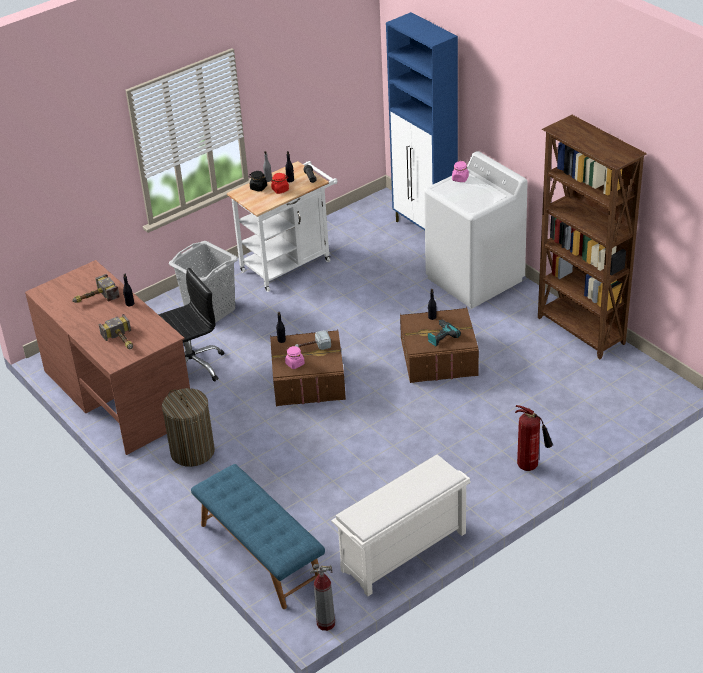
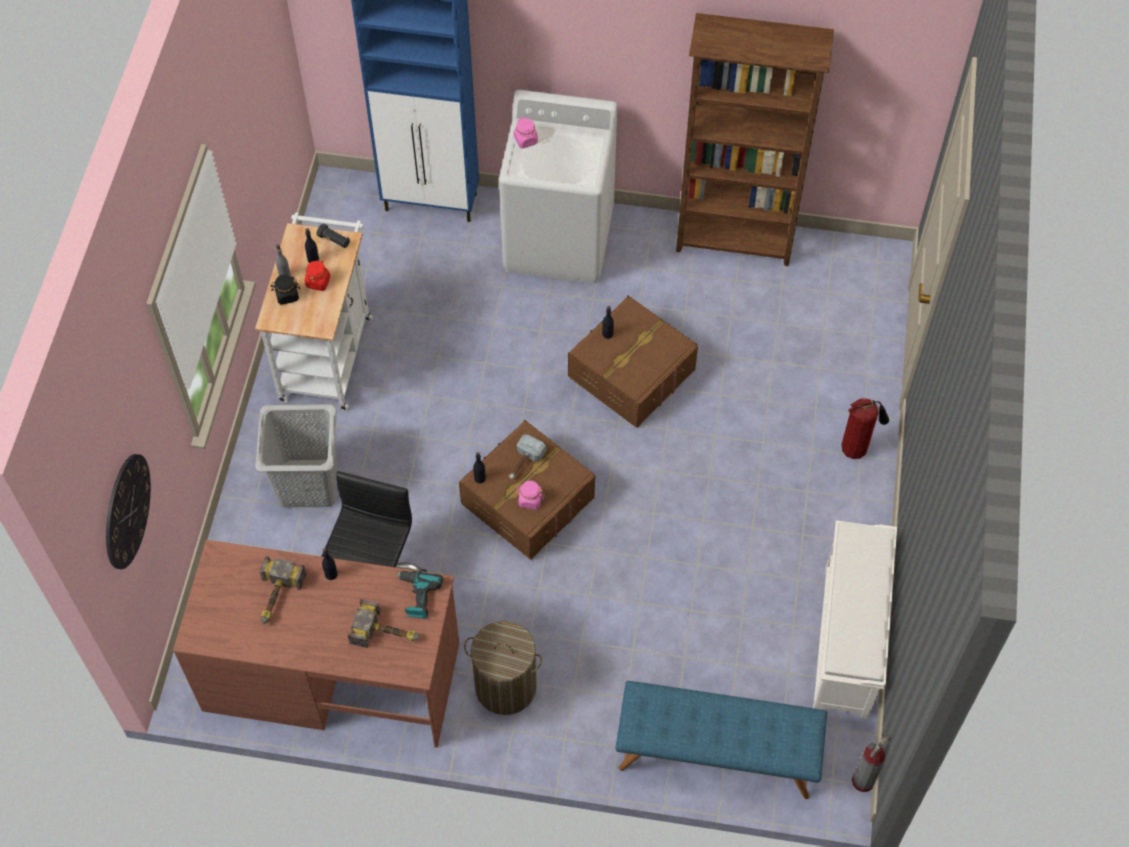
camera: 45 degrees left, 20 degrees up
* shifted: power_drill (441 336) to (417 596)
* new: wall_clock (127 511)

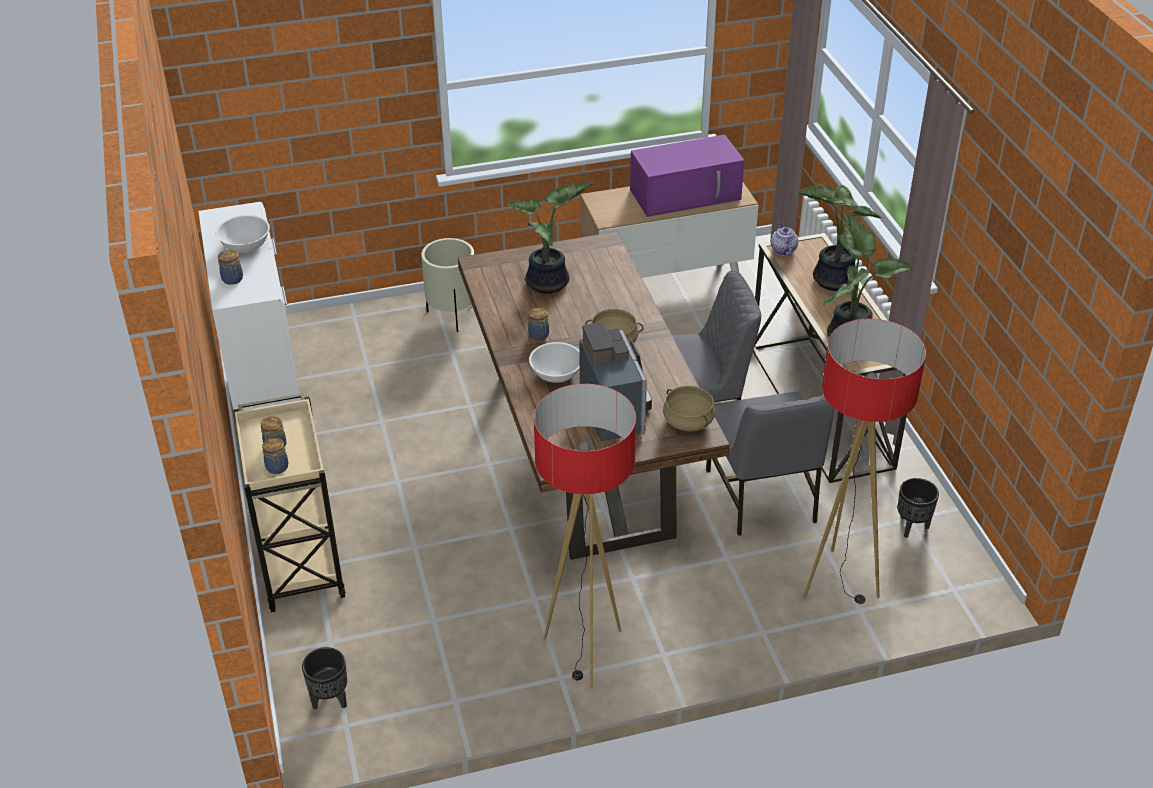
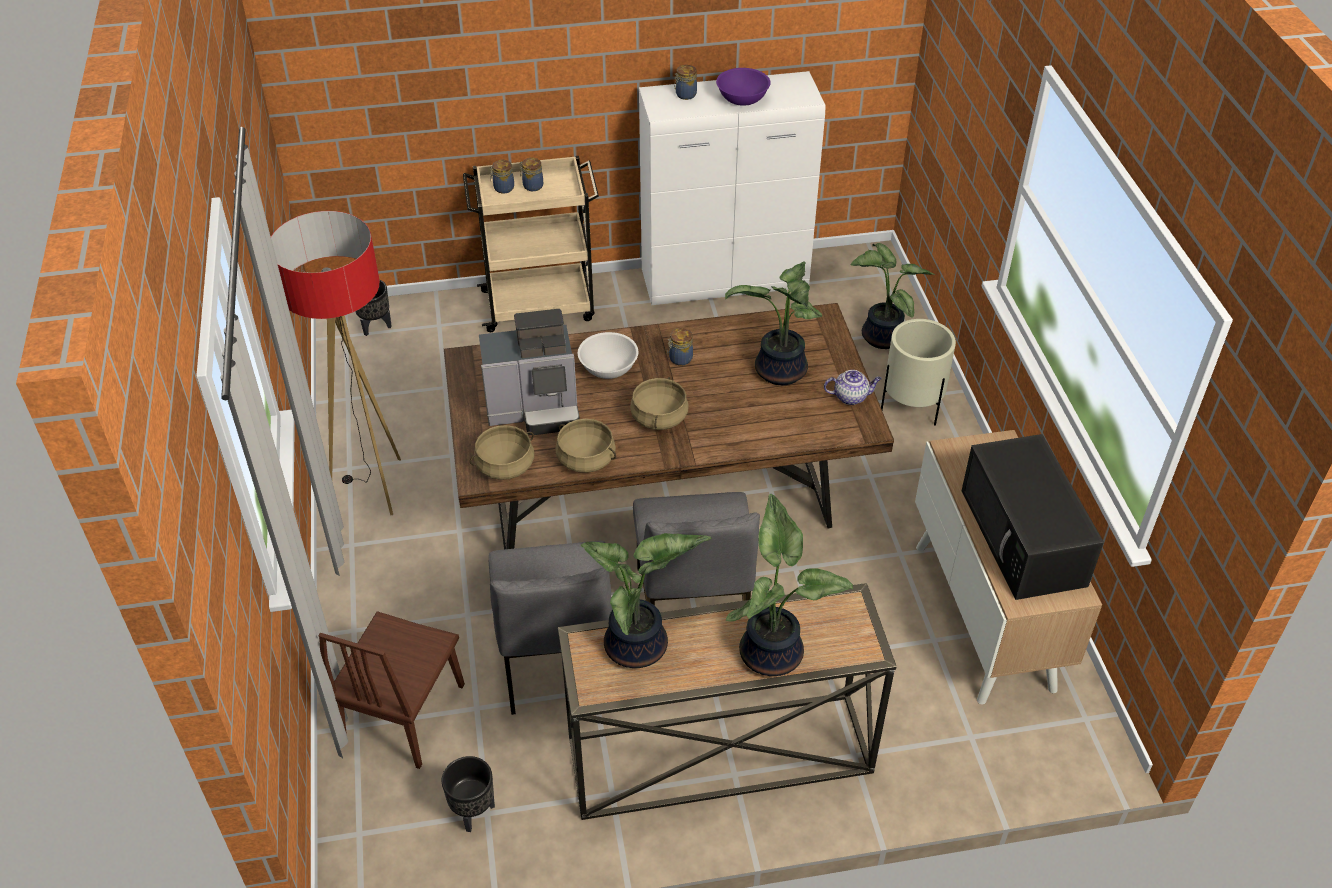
camera: 95 degrees right, 5 degrees up
* repainted: white_bowl (245 246) to purple_bowl (742 99)
* repainted: purple_microwave (686 194) to black_microwave (1024 539)
* rotated: grey_chair (762 497) = (557 662) 90 degrees counterclockwise
* shifted: teapot (783 250) to (851 397)
* swapped: floor_lamp (838 582) to brown_chair (404 713)
* new: beige_cooking_pot (586 459)
* new: potted_plant (879 336)

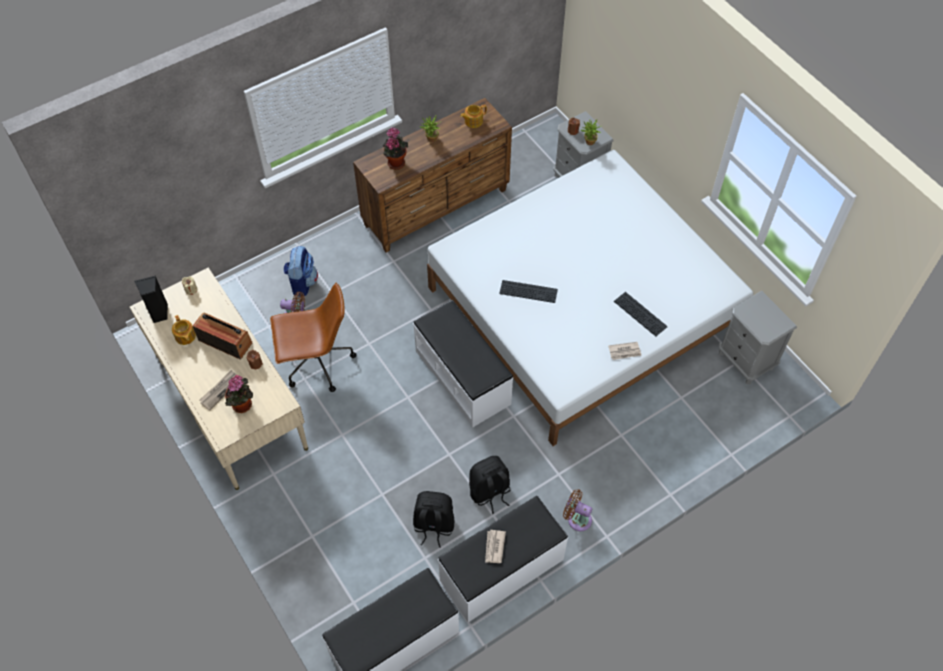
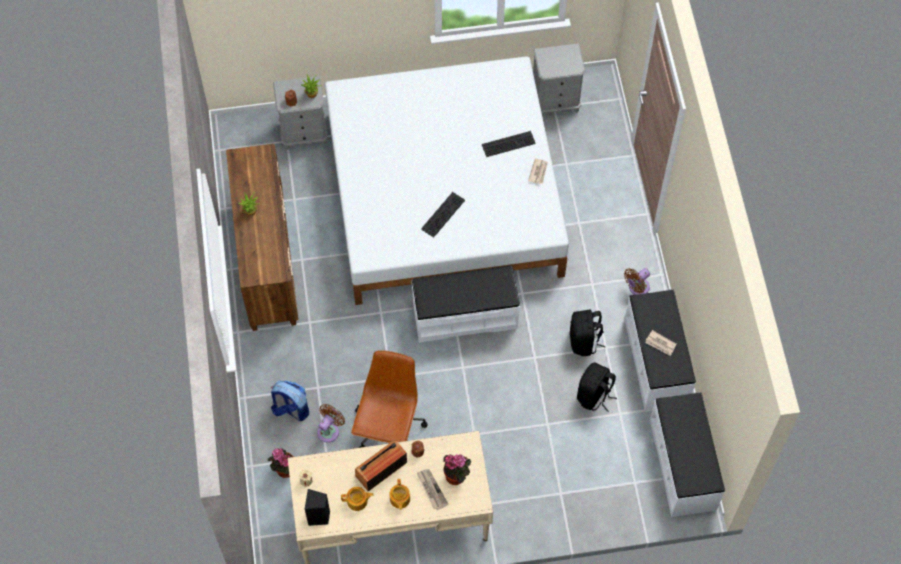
camera: 65 degrees left, 5 degrees up
* shifted: potted_plant (395 162) to (283 469)
* shifted: teapot (473 121) to (399 499)

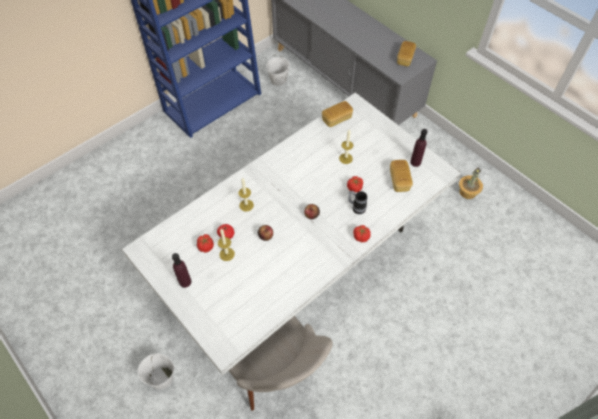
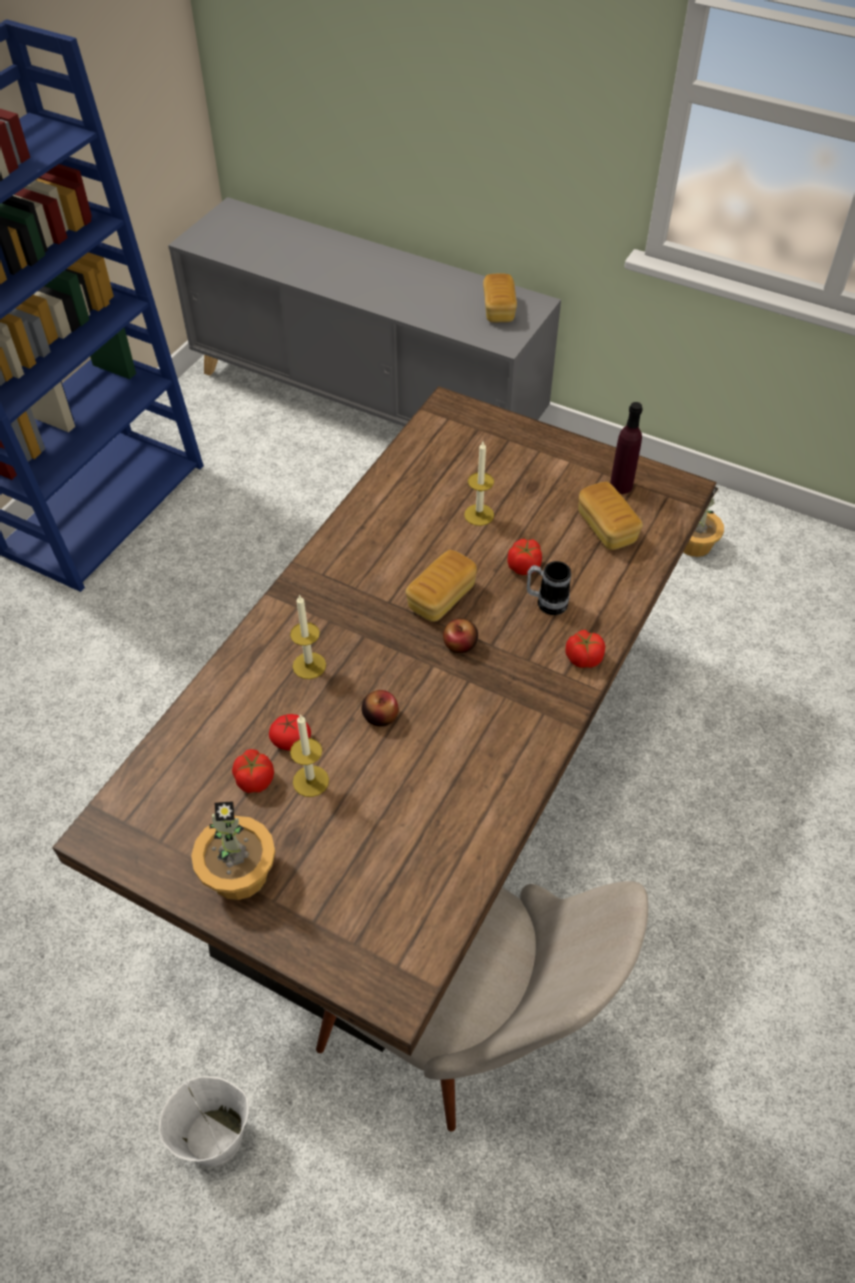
camera: 20 degrees left, 5 degrees down
* repainted: white_dining_table (299 267) to brown_dining_table (427 787)
* swapped: purple_bottle (185 282) to potted_plant (239 872)
* gone: white_bucket (278 80)
* shifted: bread (336 119) to (441 597)

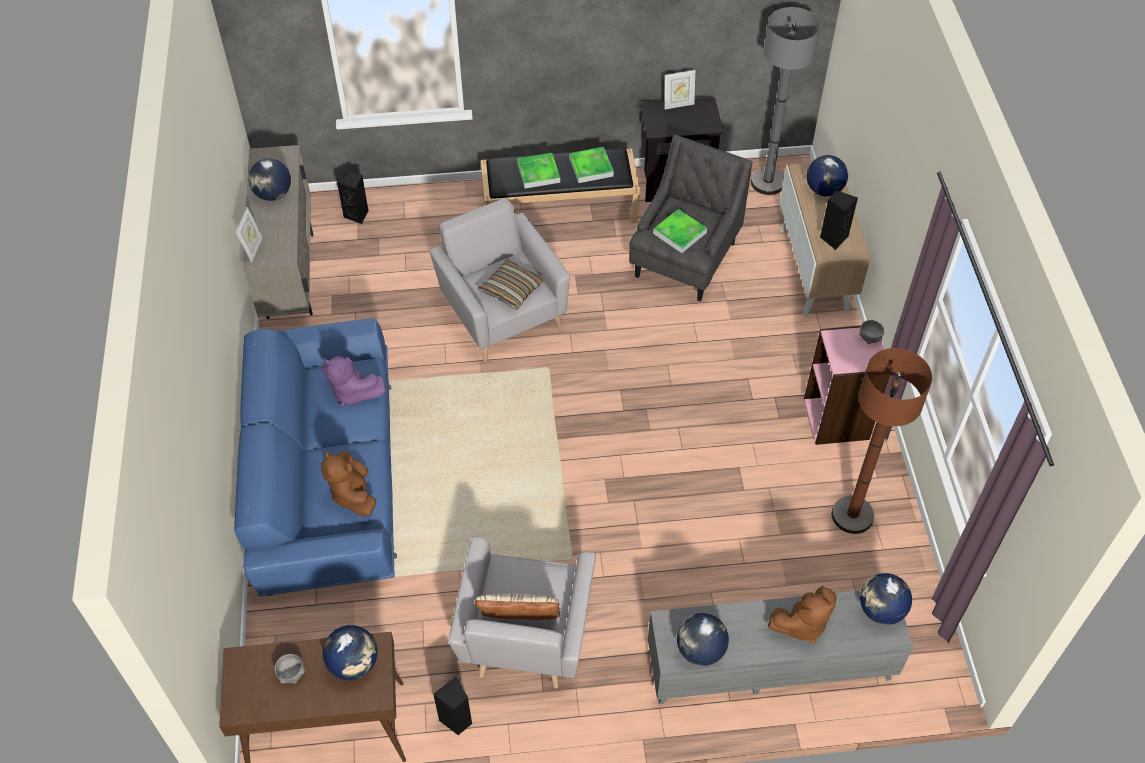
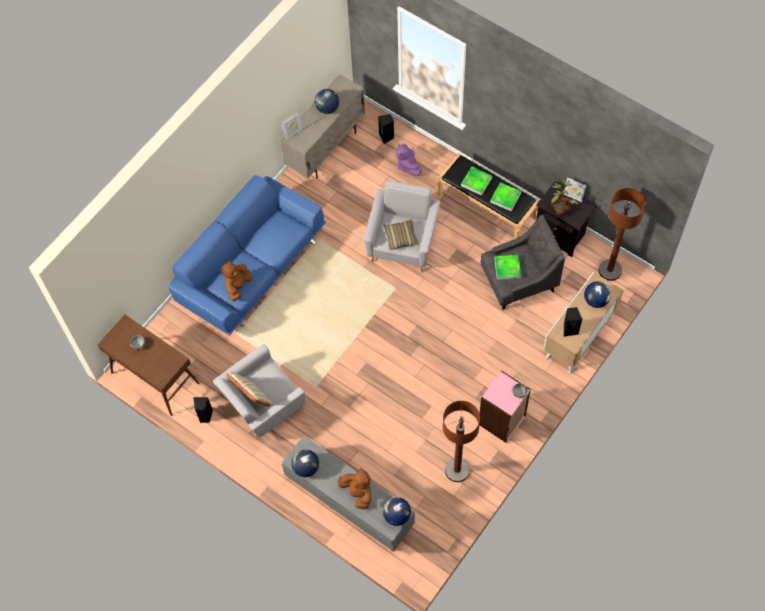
camera: 45 degrees right, 10 degrees up
* shifted: purple_plush_toy (352 392) to (408 165)
* gone: globe (354 664)
* repainted: grey_floor_lamp (767 182) to brown_floor_lamp (610 270)
* rotated: brown_plush_toy (802 624) = (358 493) 150 degrees counterclockwise
* new: potted_plant (560 209)

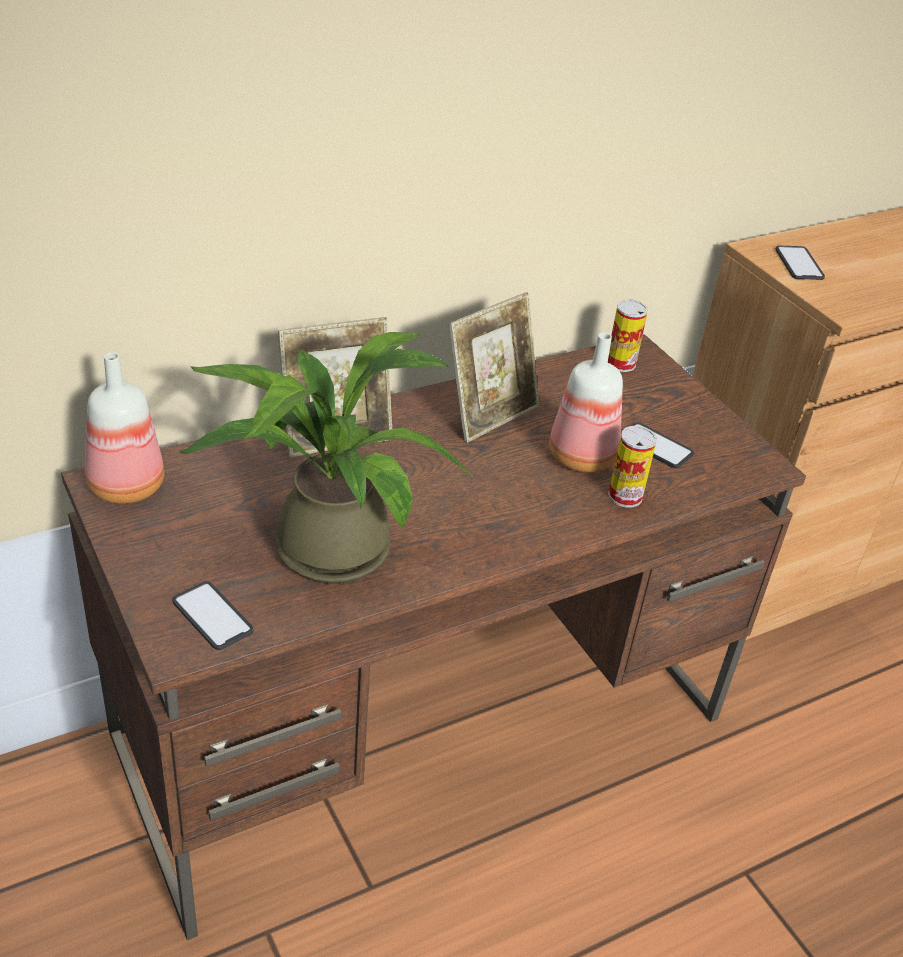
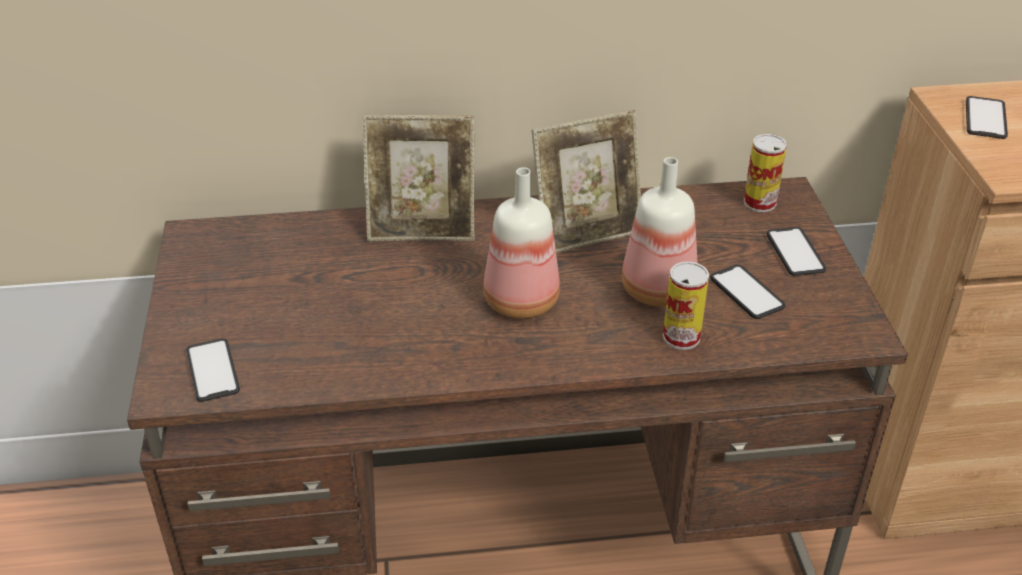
camera: 25 degrees right, 0 degrees up
* shifted: bottle (125 488) to (520 303)
* gone: potted_plant (321 543)
* new: phone (795 252)

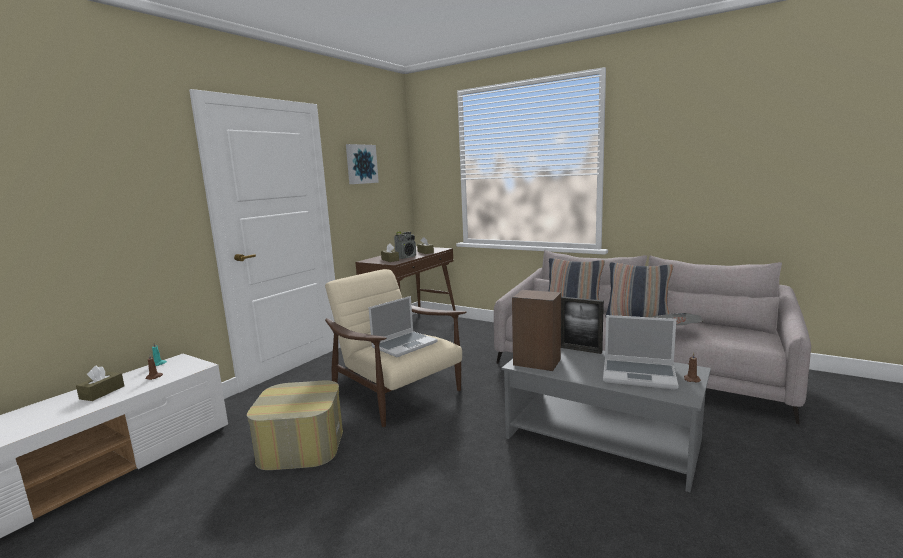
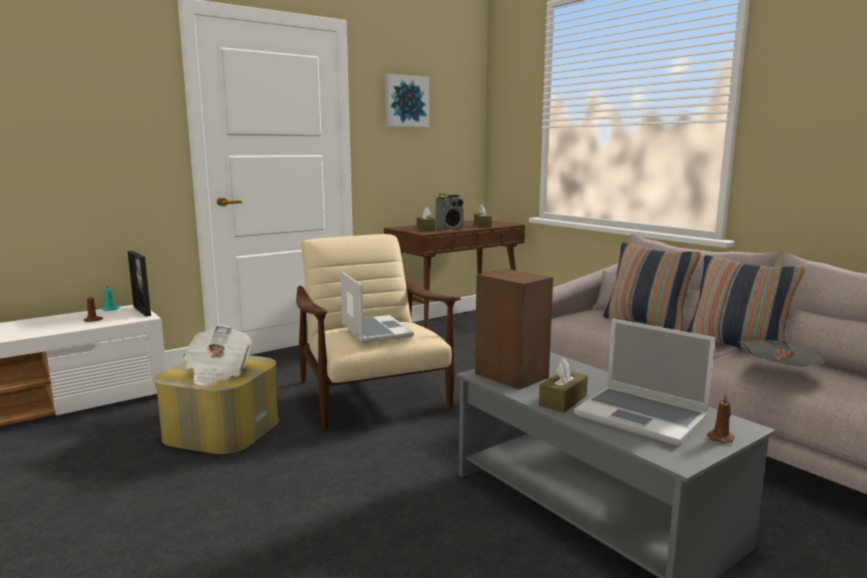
camera: 20 degrees right, 0 degrees up
* shifted: brown_tissue_box (102 392) to (563 401)
* rotated: laptop (404 345) = (374 331) 90 degrees counterclockwise
* shifted: picture_frame (580 349) to (142 311)
* new: newspaper (218 372)

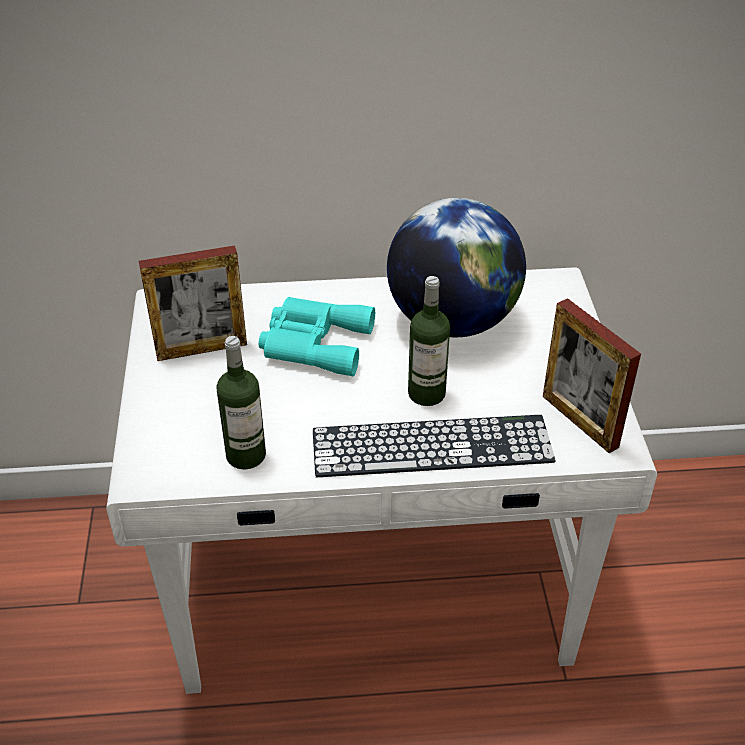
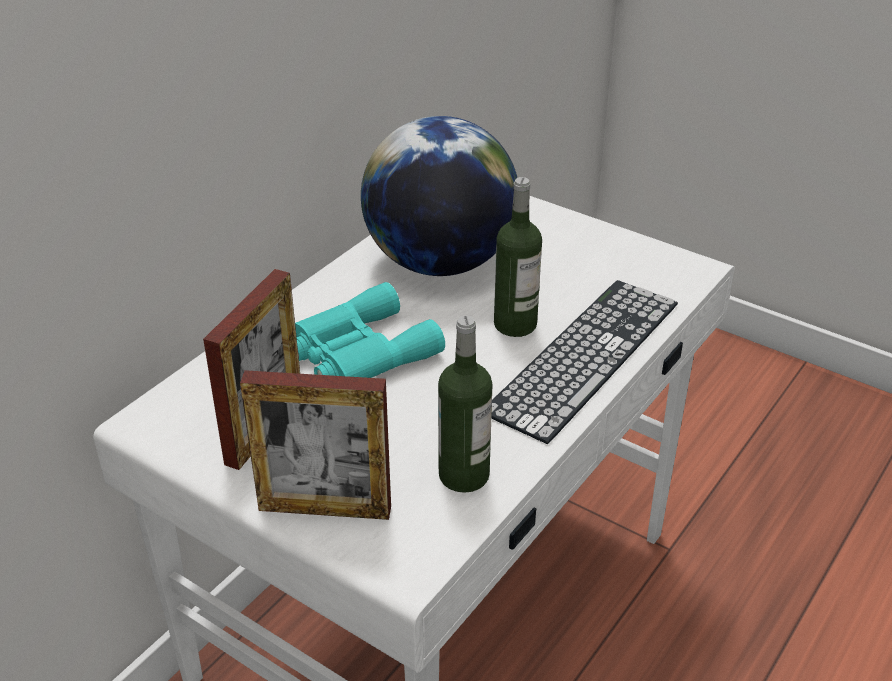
camera: 50 degrees left, 5 degrees down
* shifted: picture_frame (579 421) to (325 508)

